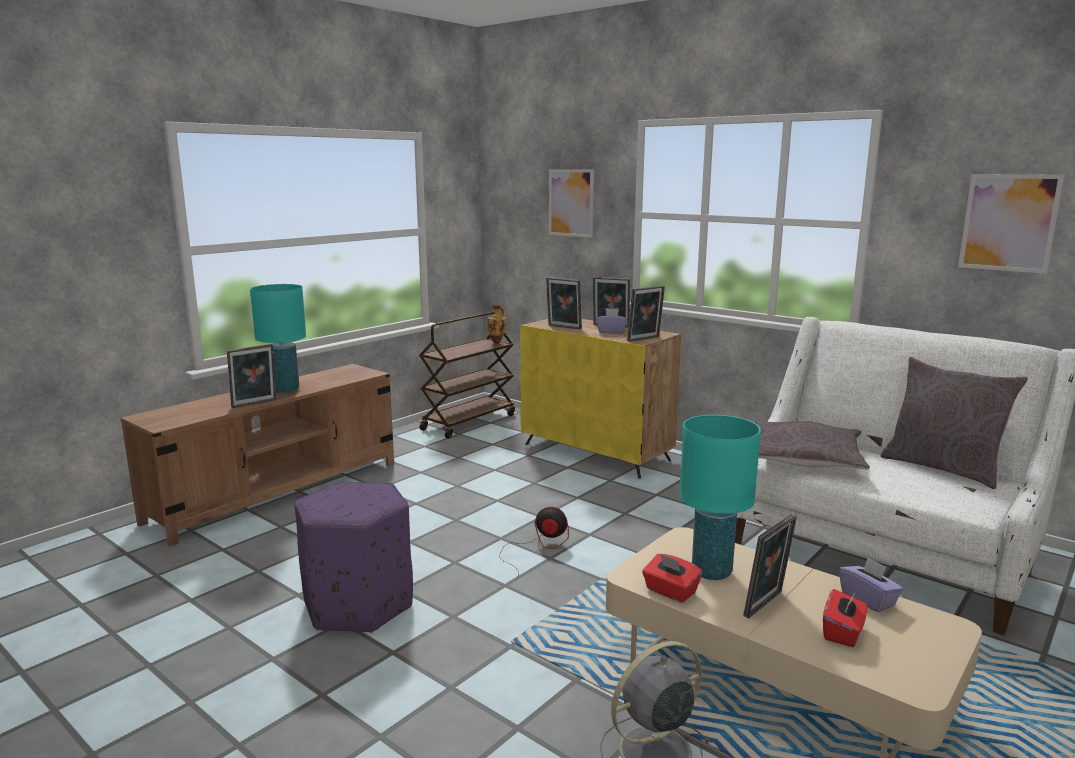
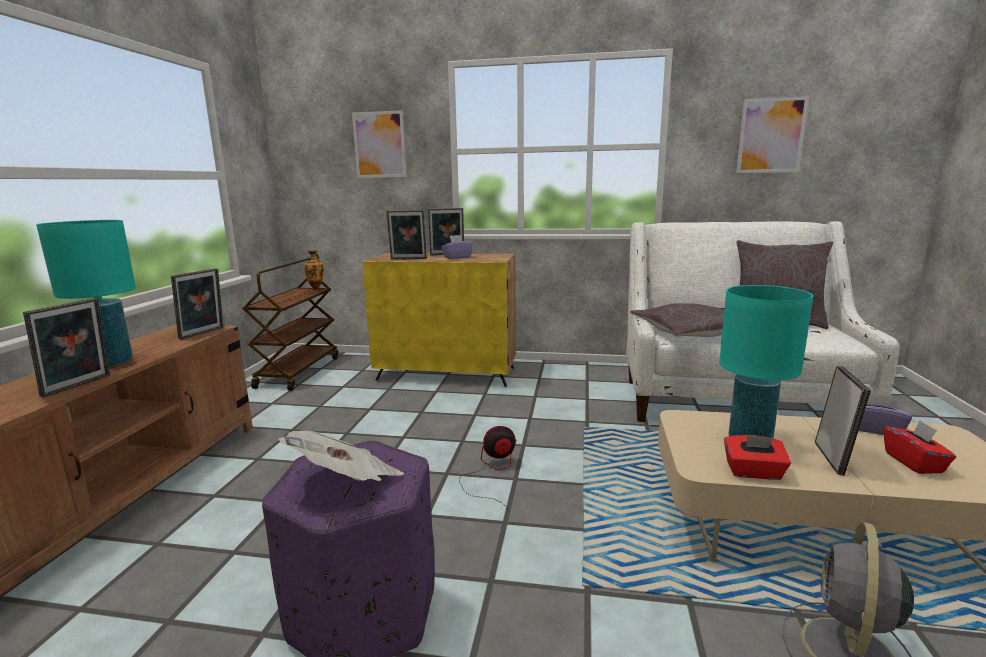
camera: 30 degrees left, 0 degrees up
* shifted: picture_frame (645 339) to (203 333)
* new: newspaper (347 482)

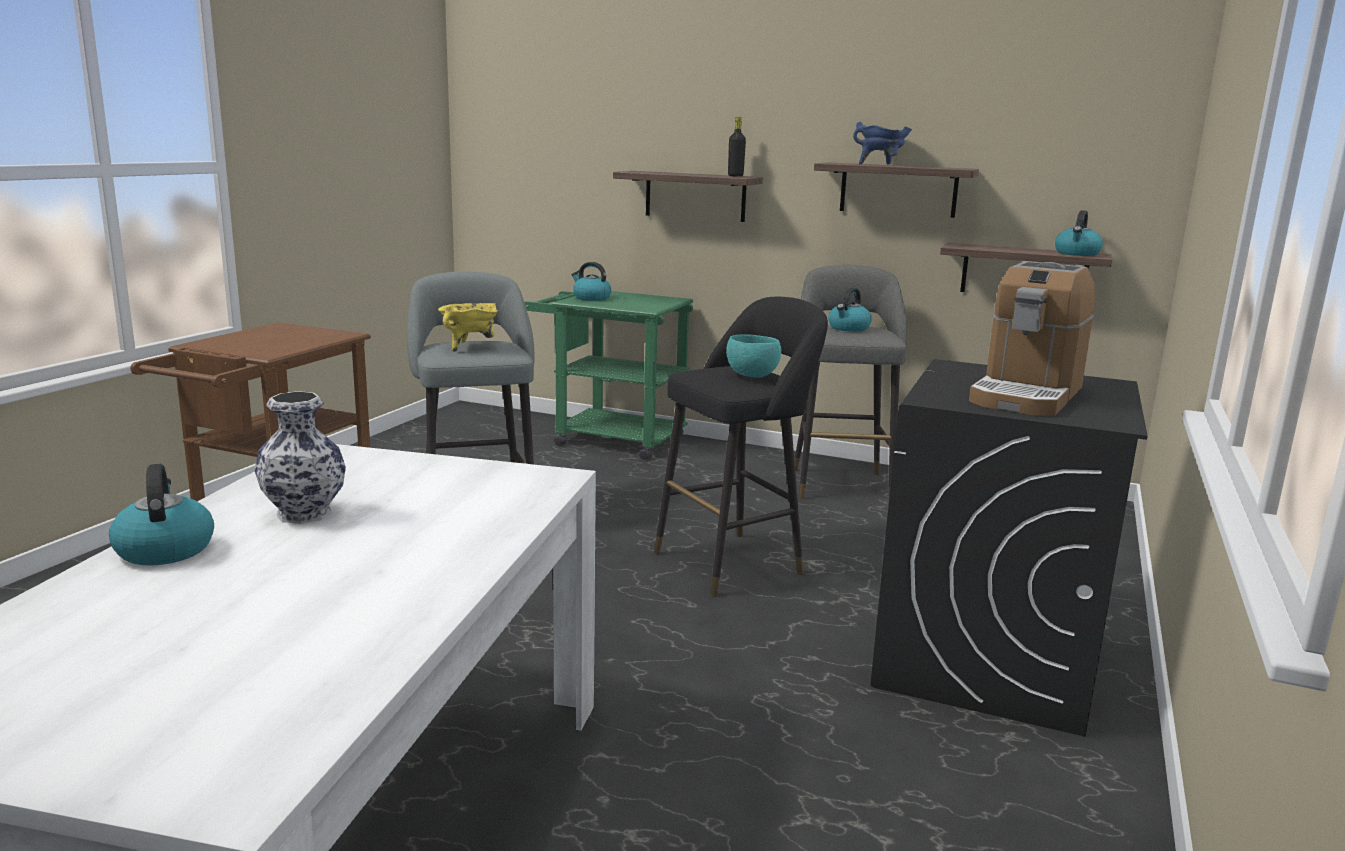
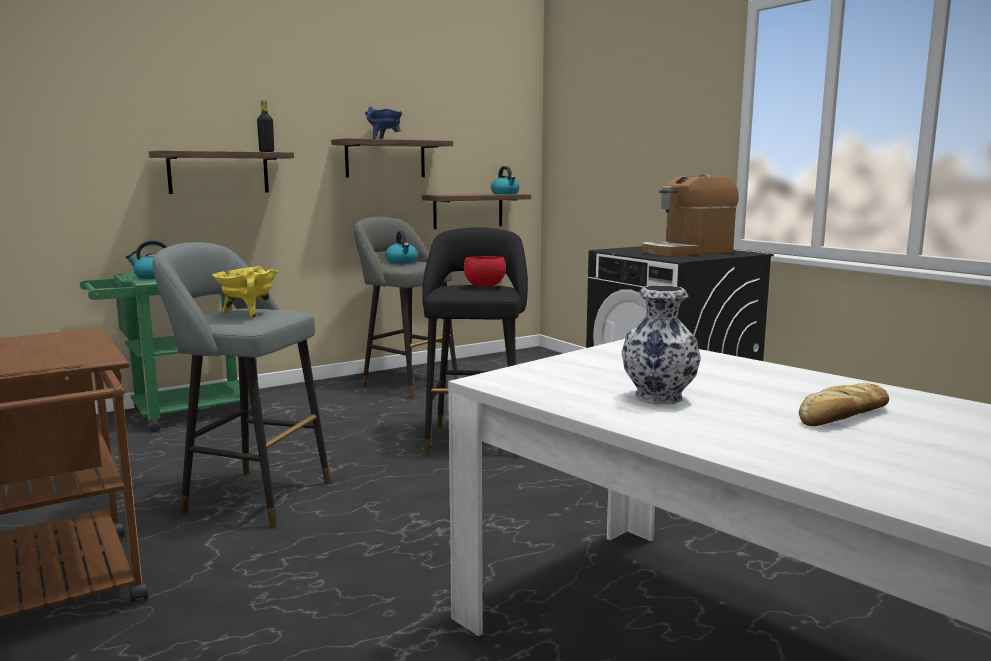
camera: 55 degrees left, 5 degrees down
* gone: kettle (164 549)
* repainted: turquoise_bowl (753 376) to red_bowl (485 286)
* rotated: coffee_machine (1026 395) = (687 252) 90 degrees clockwise
* new: bread (843 416)

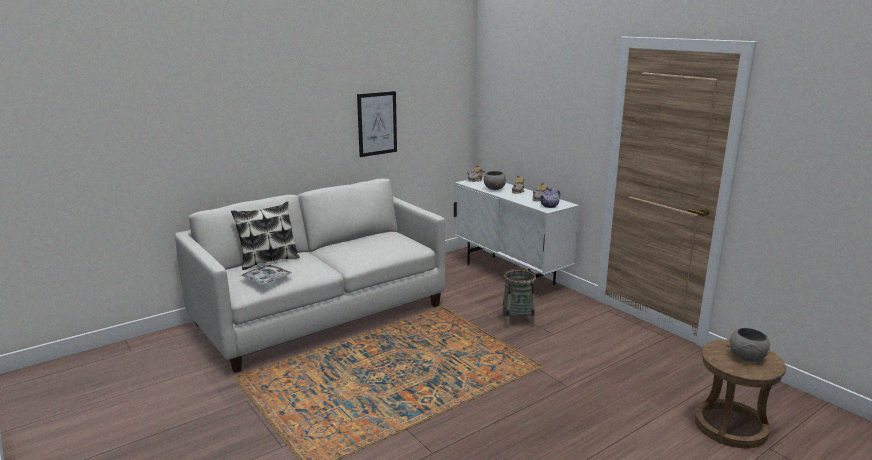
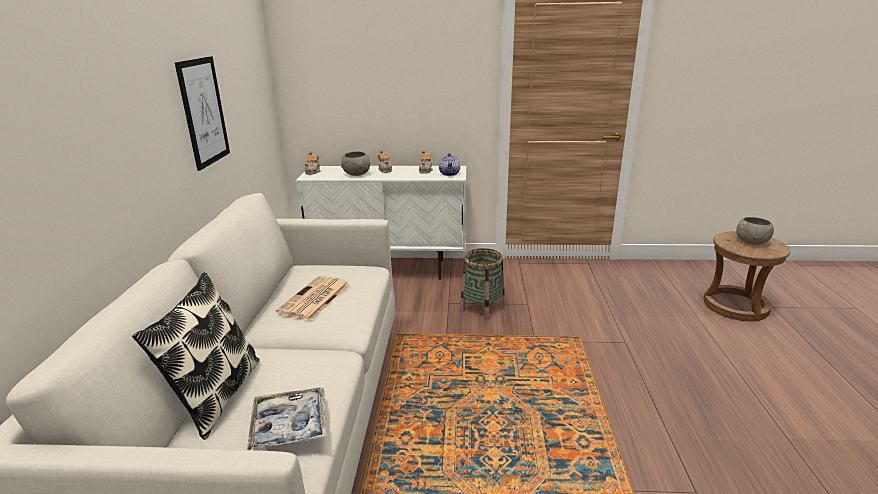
camera: 50 degrees left, 5 degrees up
* new: newspaper (315 299)

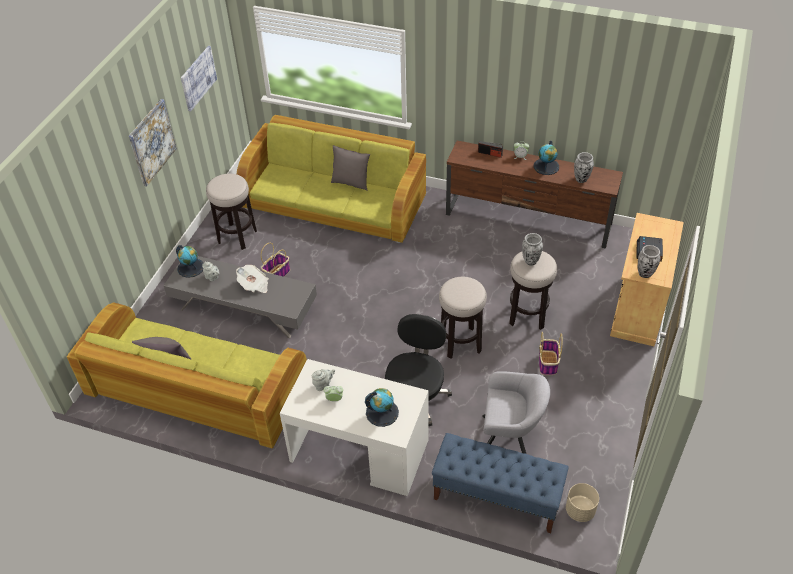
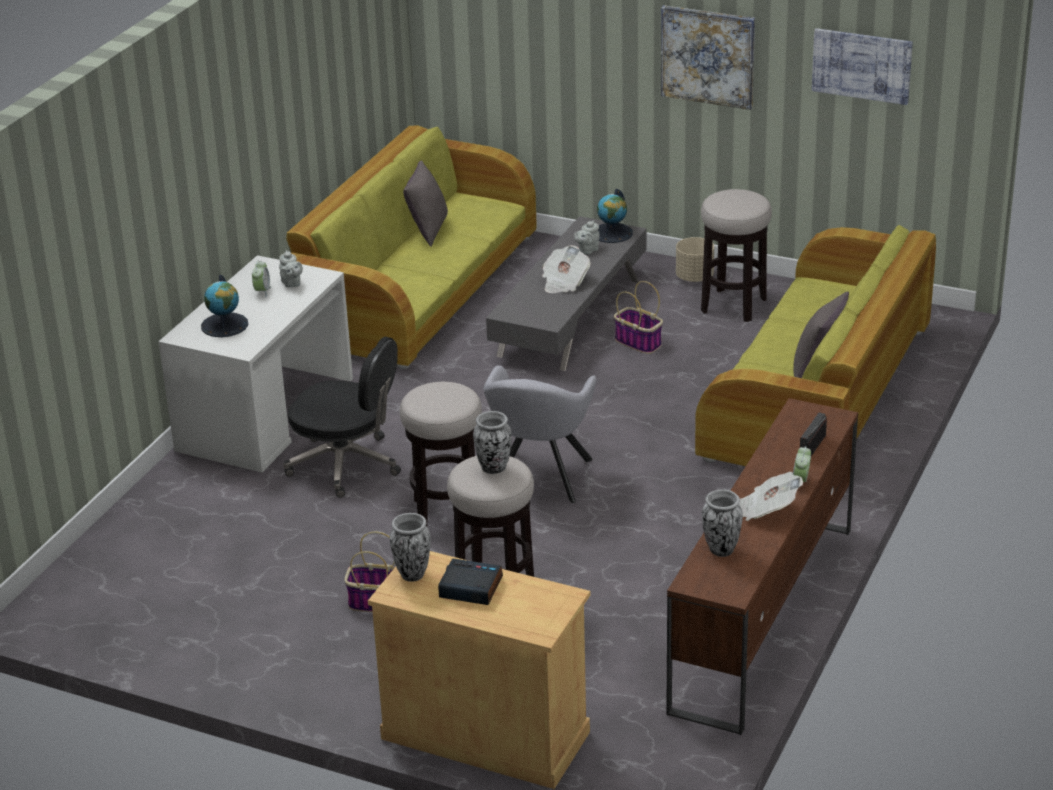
camera: 95 degrees right, 15 degrees down
* gone: blue_bench (496 497)
* shifted: grey_armchair (509 441) to (539 479)
* swapped: globe (546 166) to newspaper (767 510)
* shifted: beige_planter (580 510) to (695 277)

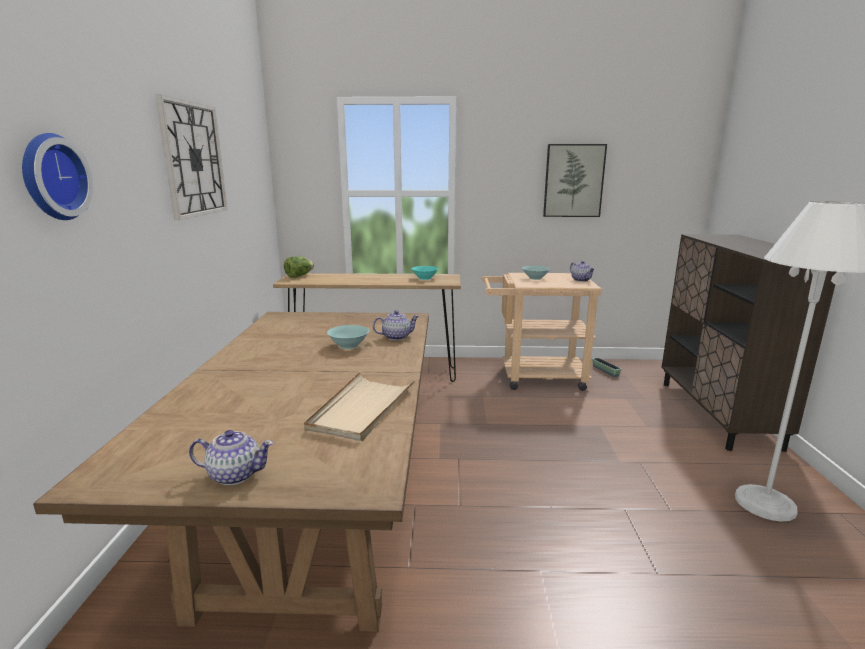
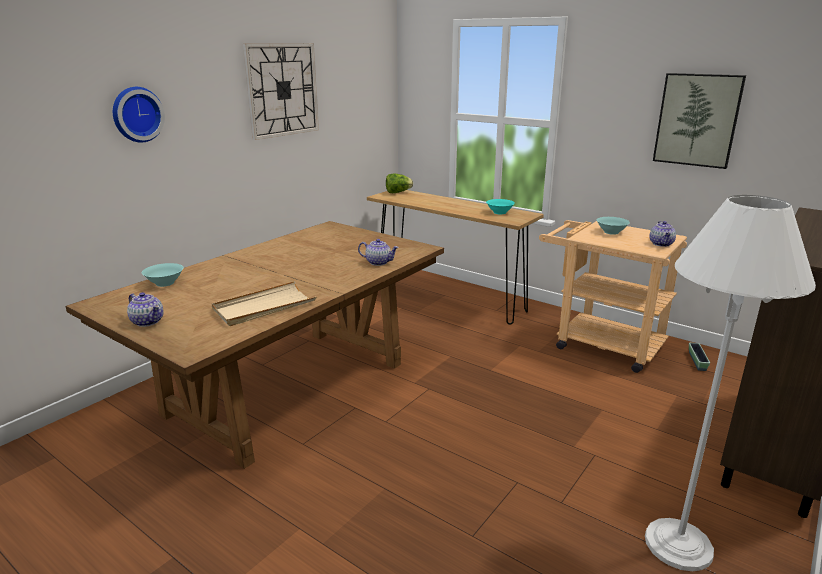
camera: 35 degrees right, 5 degrees up
* shifted: turquoise_bowl (349 346) to (165 283)

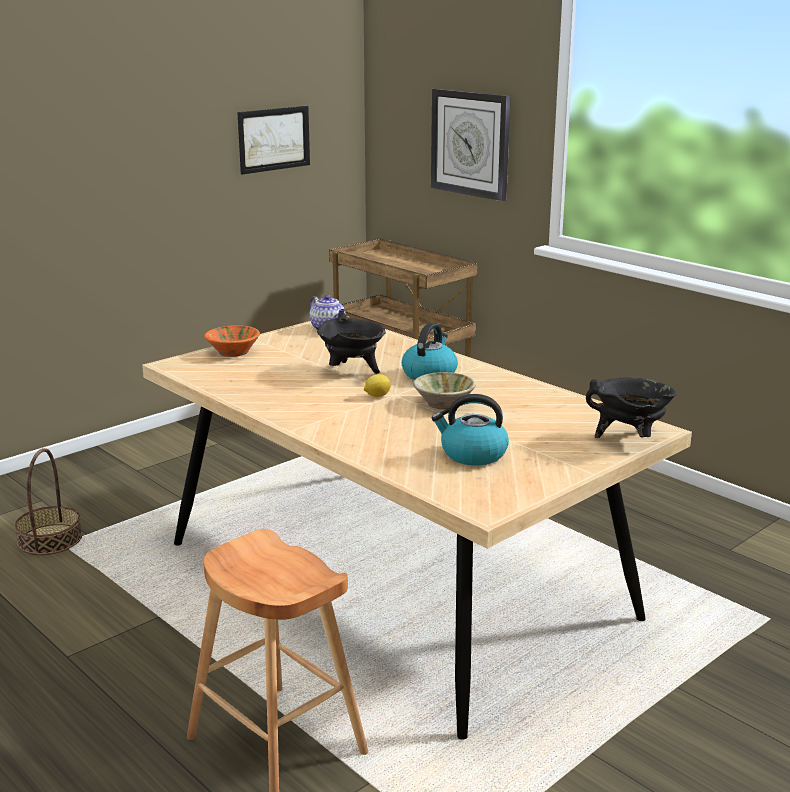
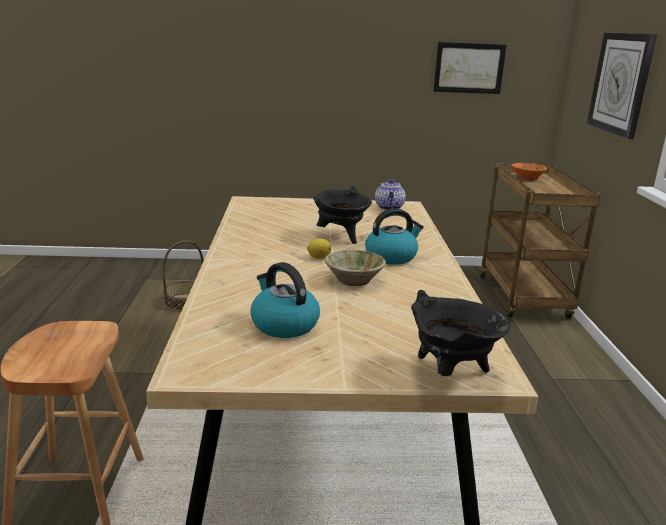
camera: 40 degrees right, 0 degrees up
* shifted: orange_bowl (233 351) to (527 178)

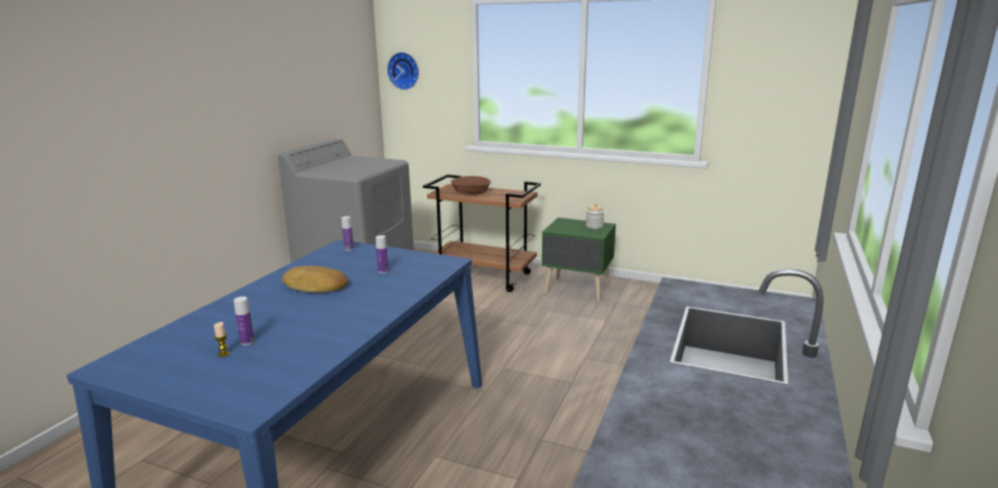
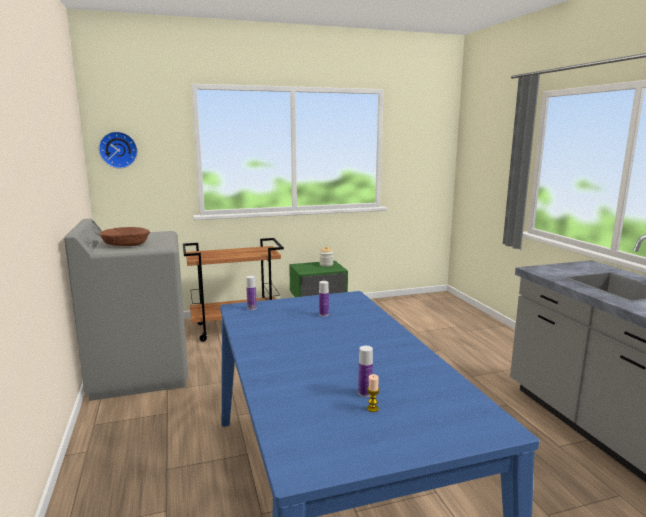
camera: 40 degrees left, 5 degrees down
* gone: bread (315 286)
* shifted: brown_bowl (470 191) to (125 244)

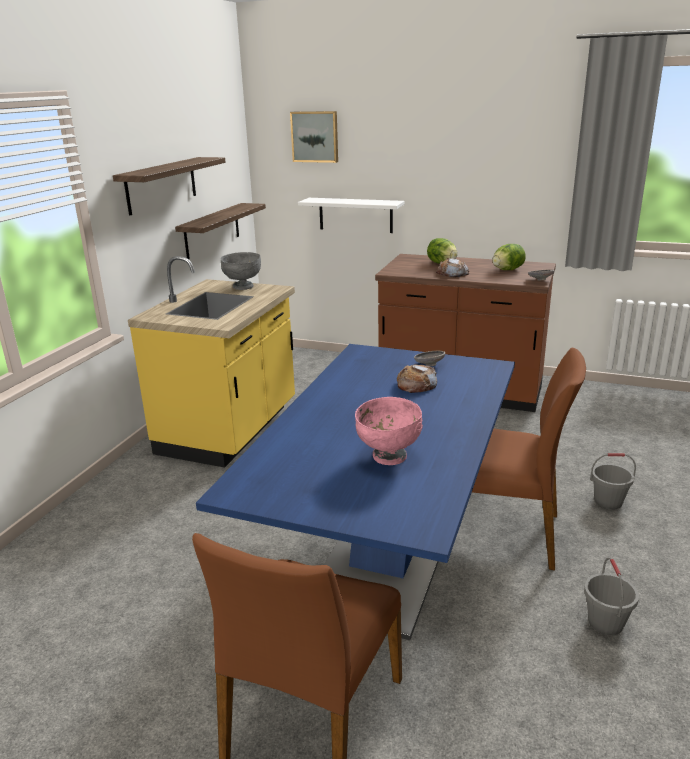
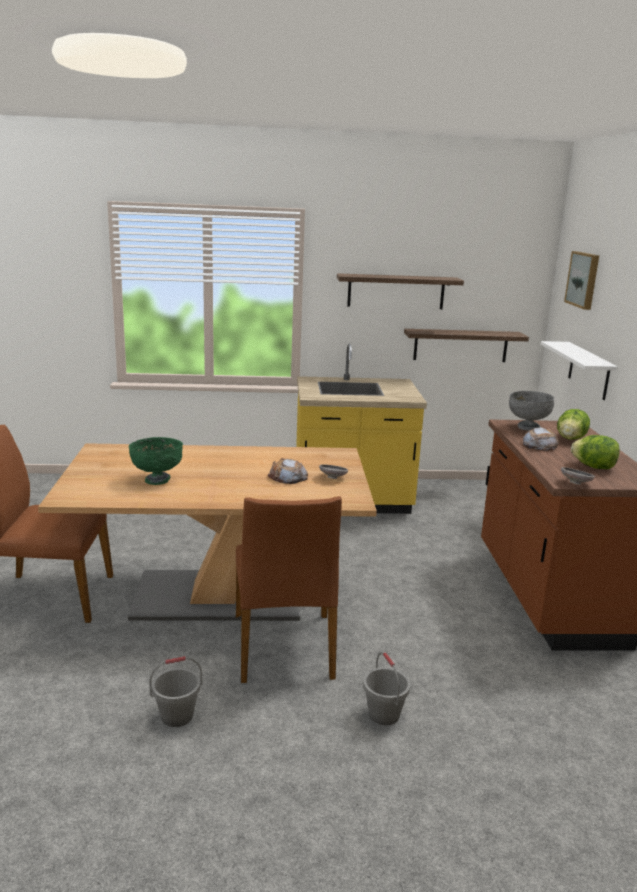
camera: 65 degrees right, 5 degrees down
* repainted: blue_dining_table (385 558) to brown_dining_table (218 596)
* shifted: grey_bowl (242 287) to (527 427)
* repainted: pink_bowl (388 456) to green_bowl (157 480)

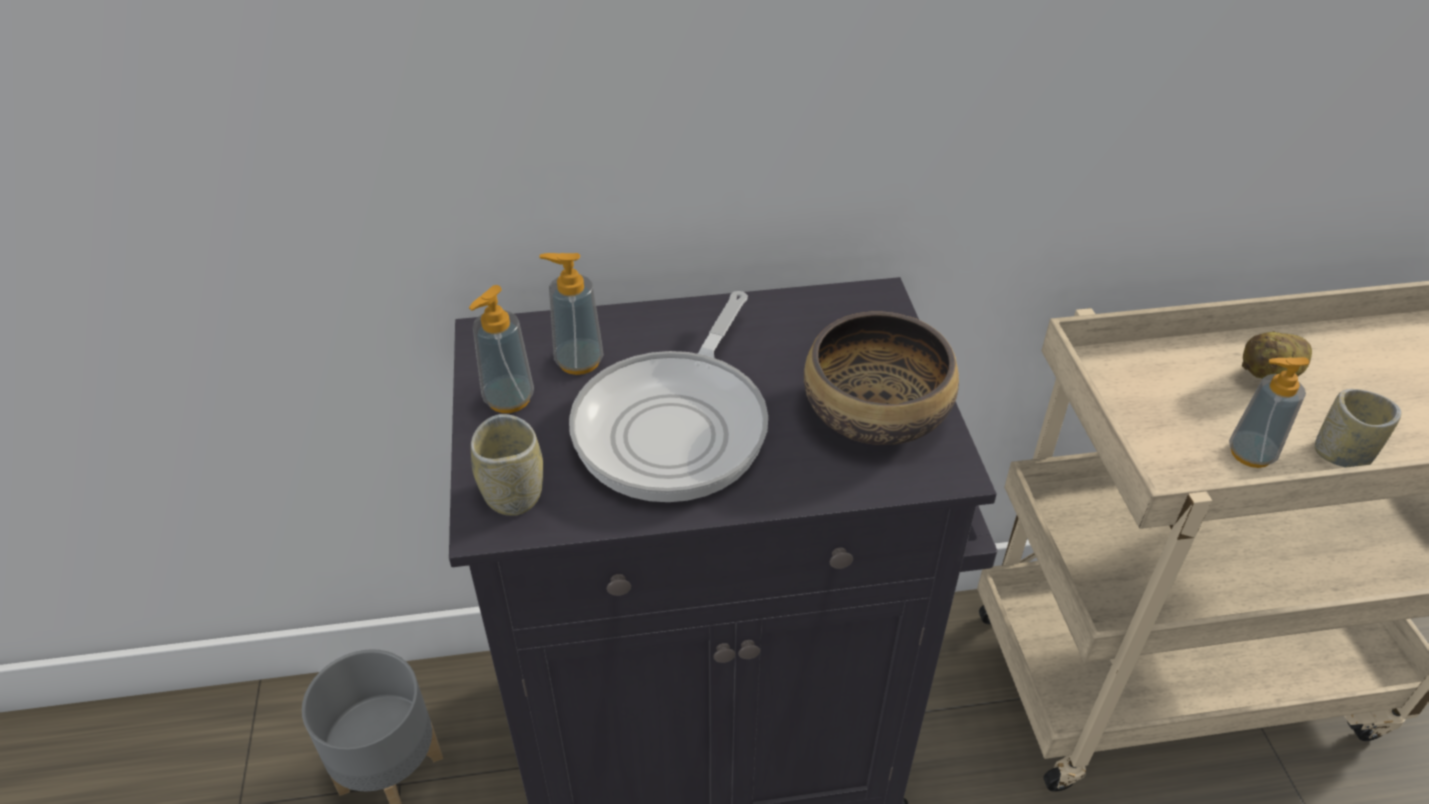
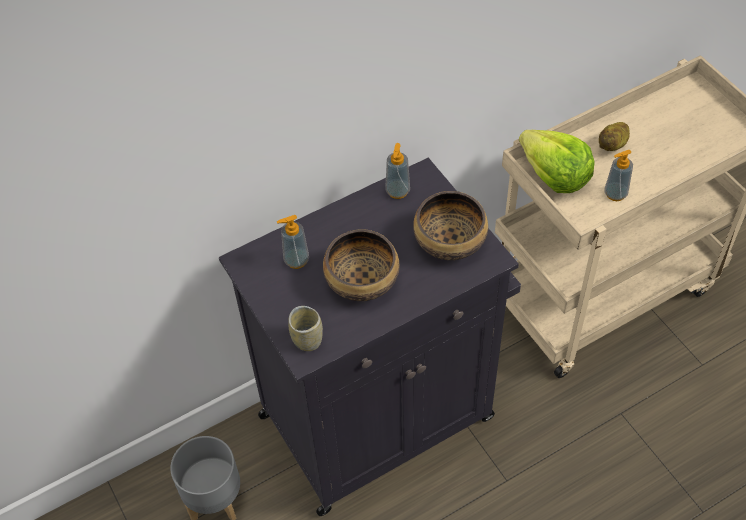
camera: 20 degrees left, 10 degrees up
* shifted: soap_dispenser (508 399) to (397 191)
* swapped: frying_pan (676 426) to bowl (362 279)
* gone: cup (1341 454)
* new: lettuce (554 176)

